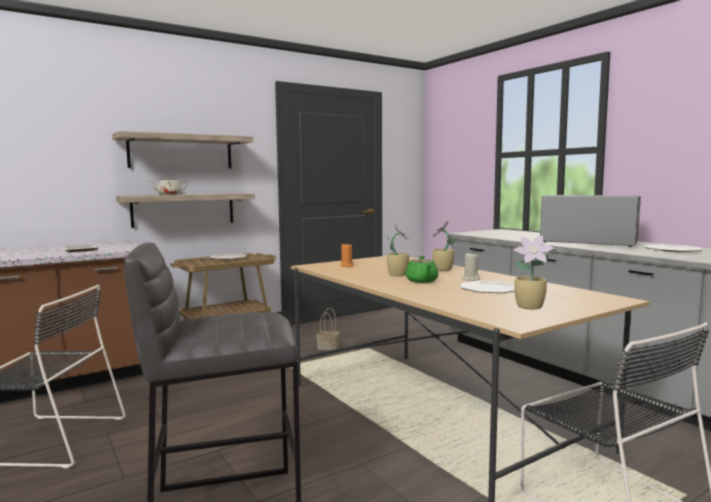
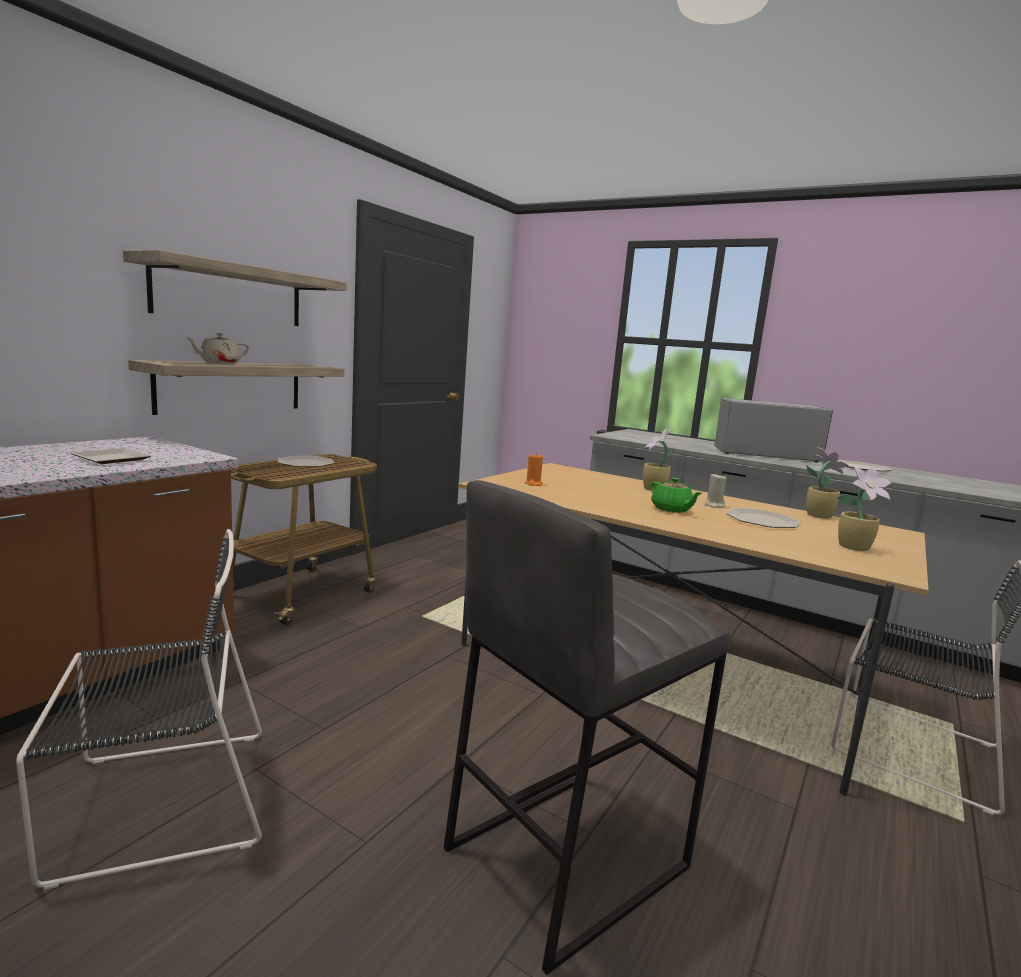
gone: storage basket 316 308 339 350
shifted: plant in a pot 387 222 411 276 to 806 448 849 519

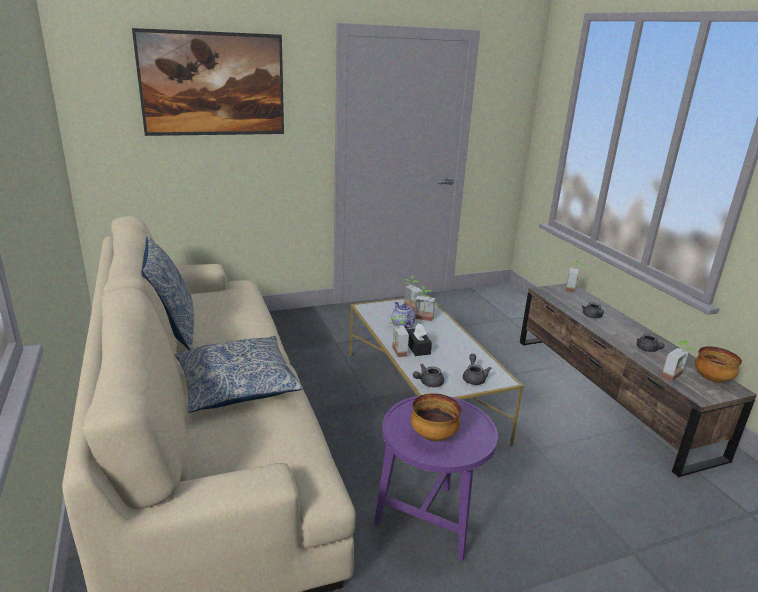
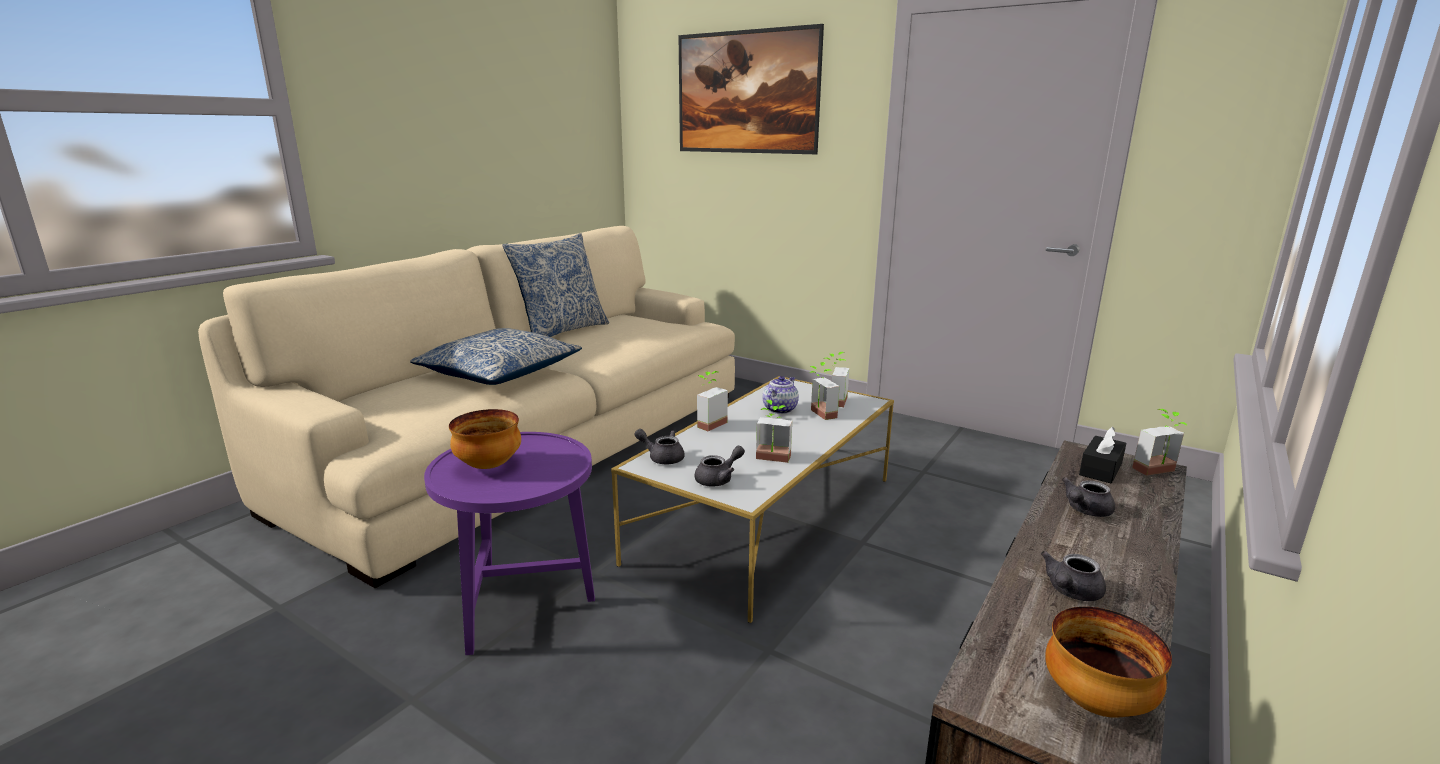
shifted: blackish box of tissues 406 323 432 356 to 1079 427 1126 483; plant in a pot 661 341 696 381 to 756 400 792 463

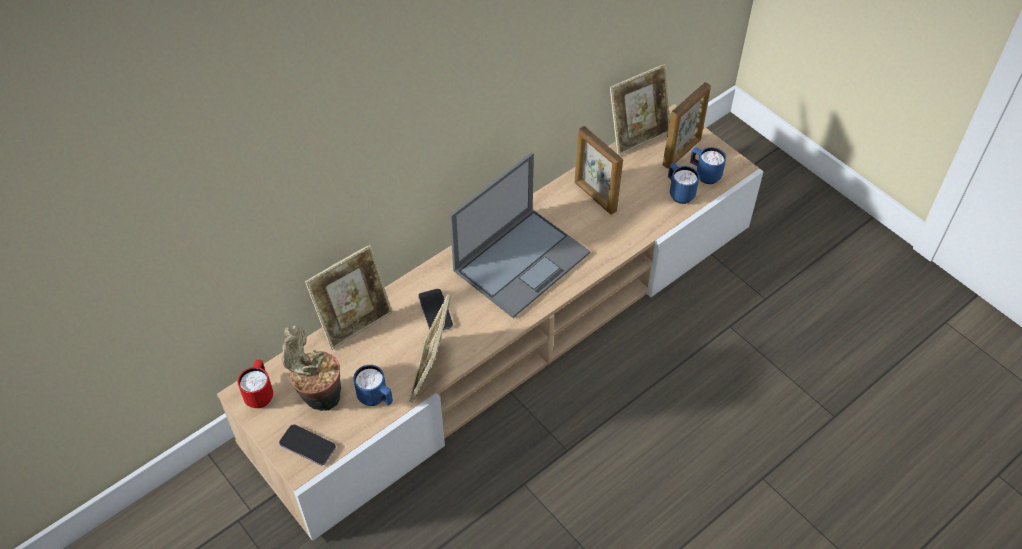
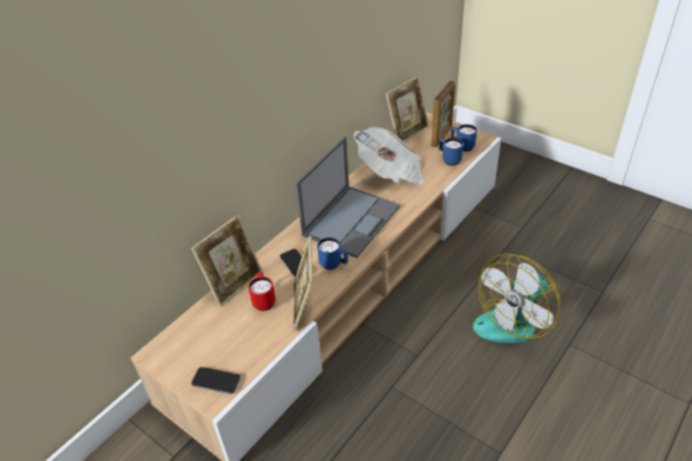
gone: plant in a pot 281 325 341 411
new: electric fan 473 254 560 343
shifted: reddish tea mug 237 360 273 408 to 248 272 276 311; blue-coloured tea mug 353 365 393 406 to 317 237 348 270
swapped: photo frame 575 126 623 215 to newspaper 353 127 424 185

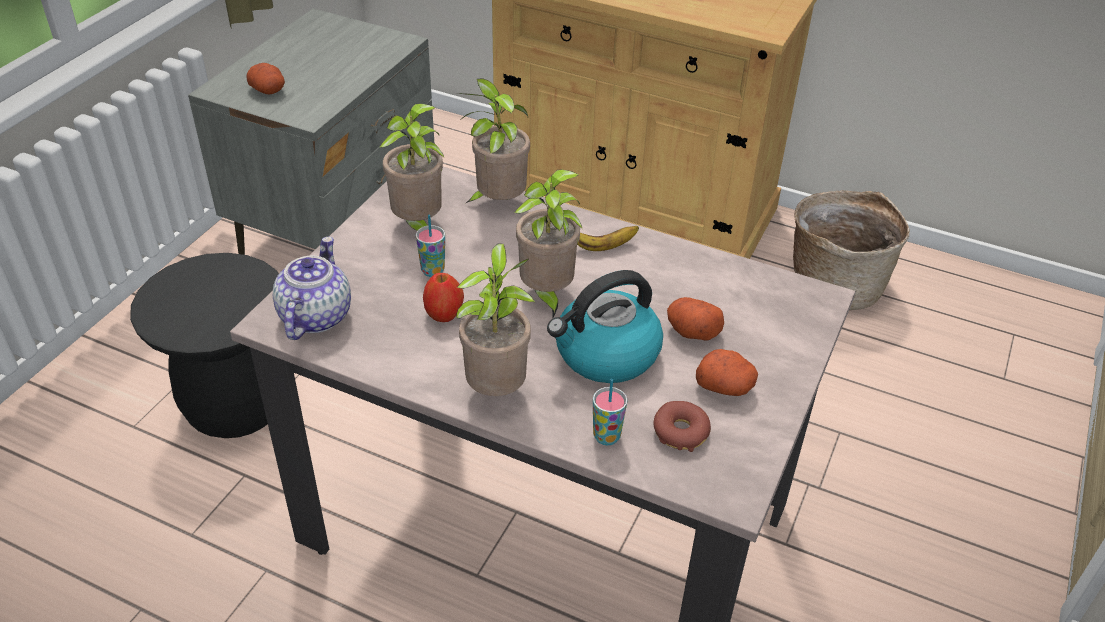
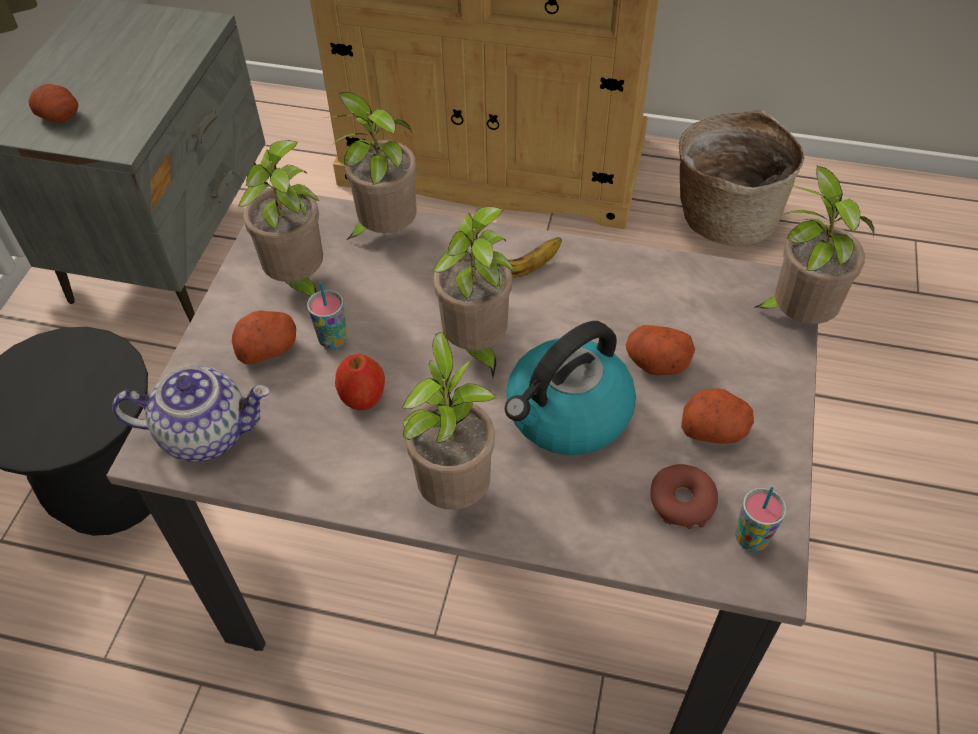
new: whole potato 232 310 296 364; plant in a pot 755 166 874 324
shifted: small cup 593 379 627 445 to 735 487 787 552
rotated: teapot 273 236 351 340 = 112 366 270 462 90 degrees clockwise

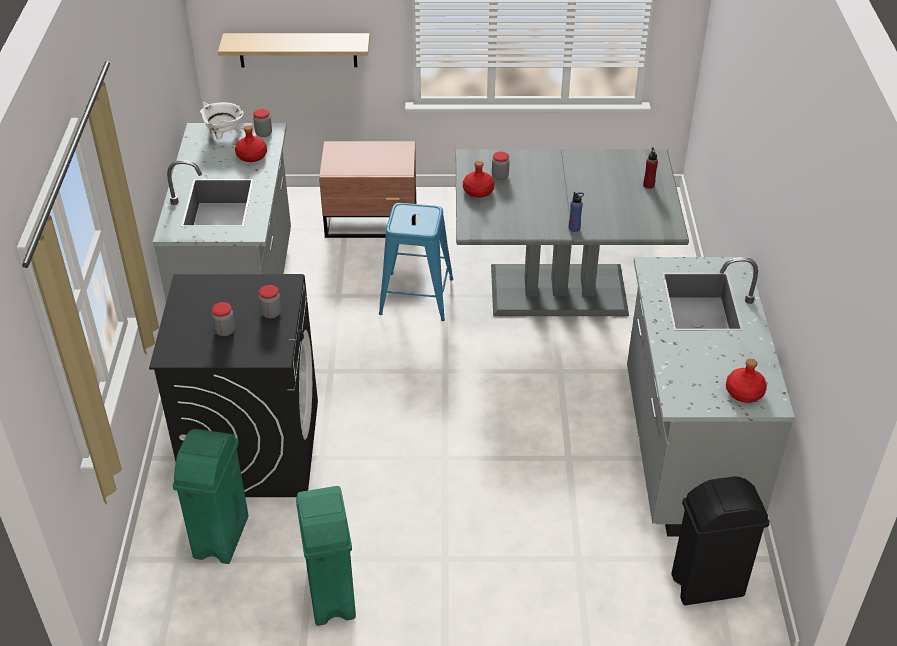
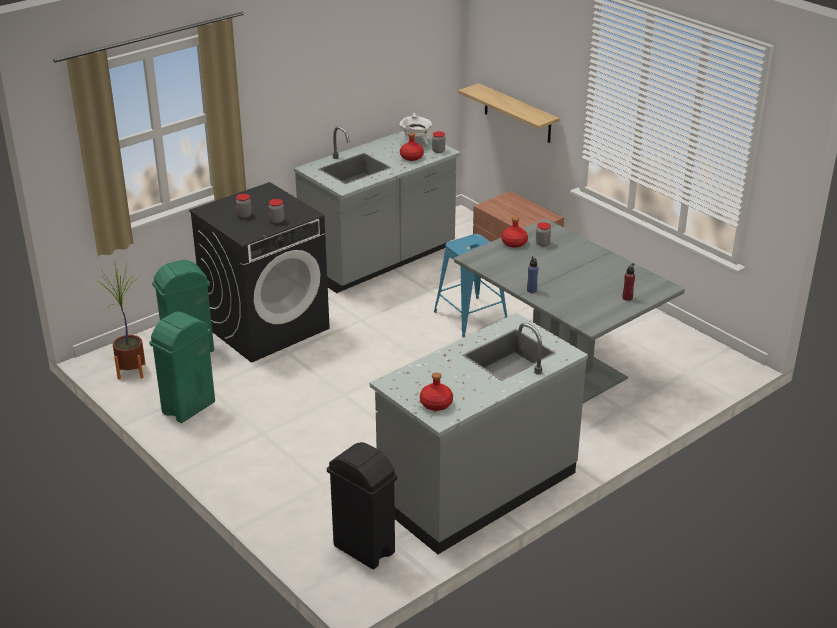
new: plant in a pot 98 260 146 379

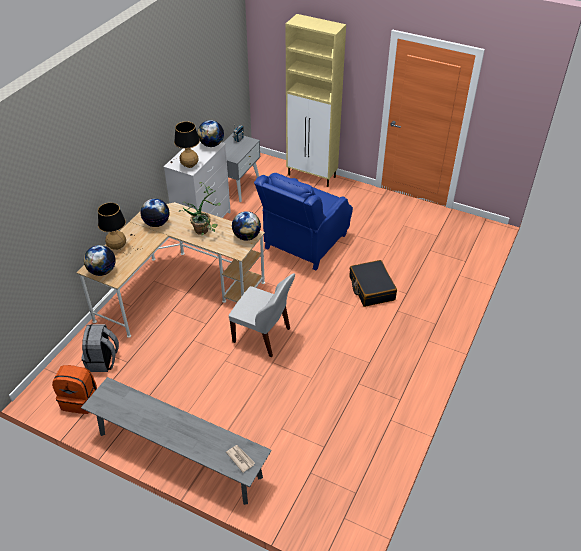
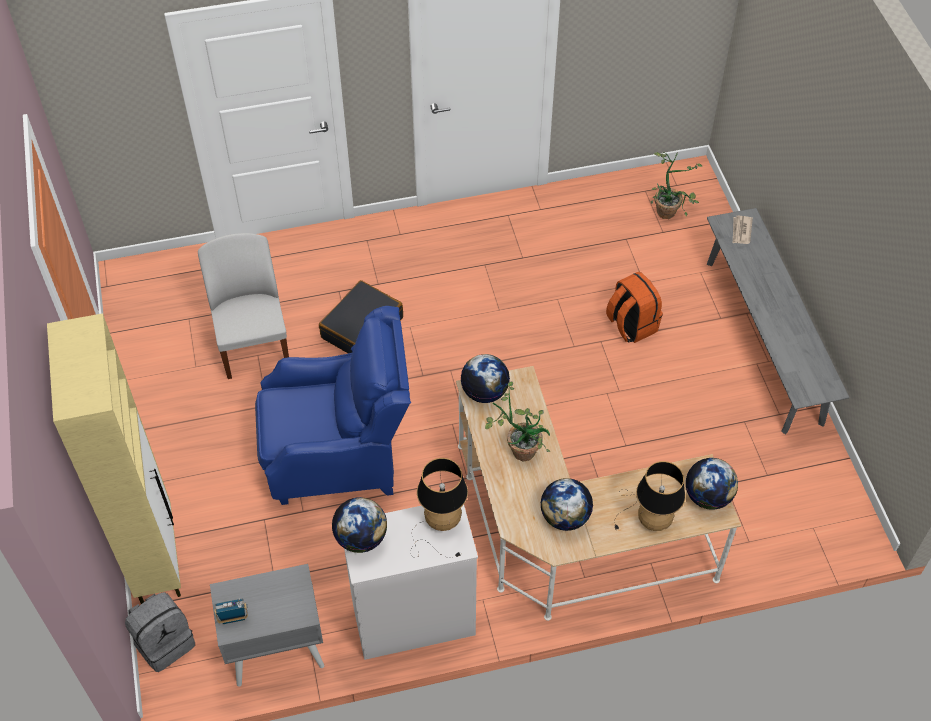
new: plant in a pot 650 152 702 219
shifted: orangey backpack 52 365 97 414 to 606 272 663 343; gray backpack 82 324 119 372 to 125 592 195 672; white upright chair 229 273 295 357 to 198 233 289 379

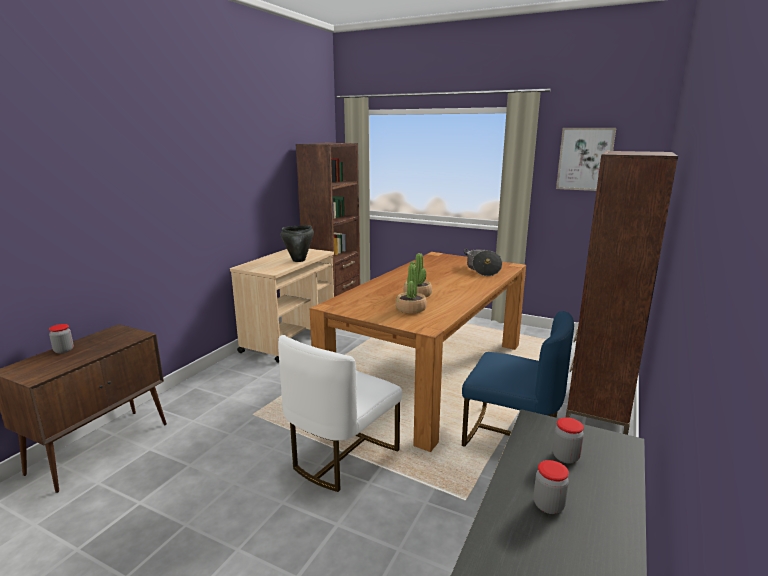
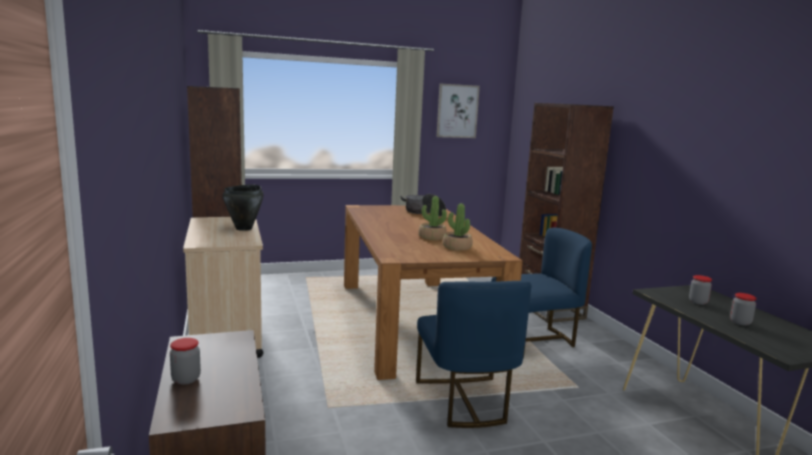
repainted: white upright chair 278 335 402 492 to blue-coloured upright chair 416 281 532 428

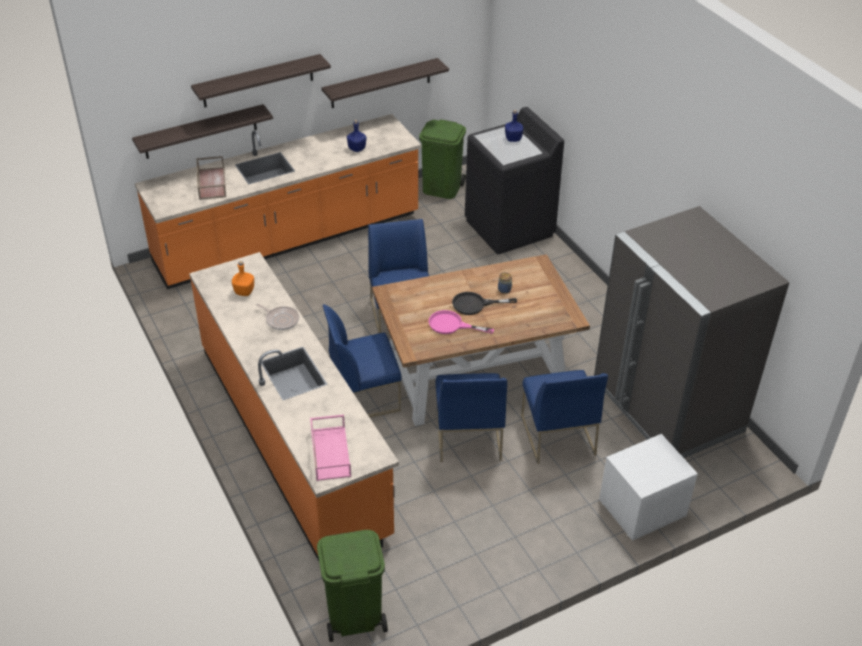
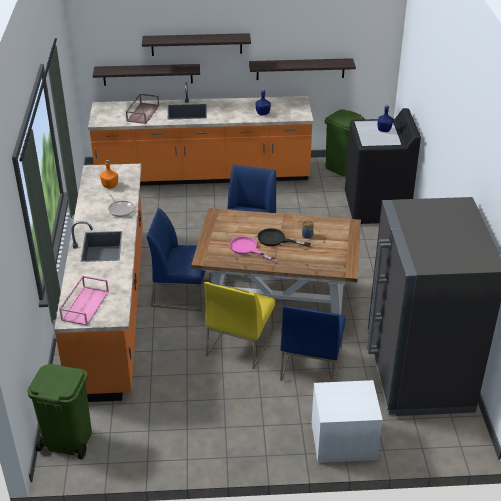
repainted: blue-coloured upright chair 436 373 507 462 to yellow upright chair 204 282 275 369

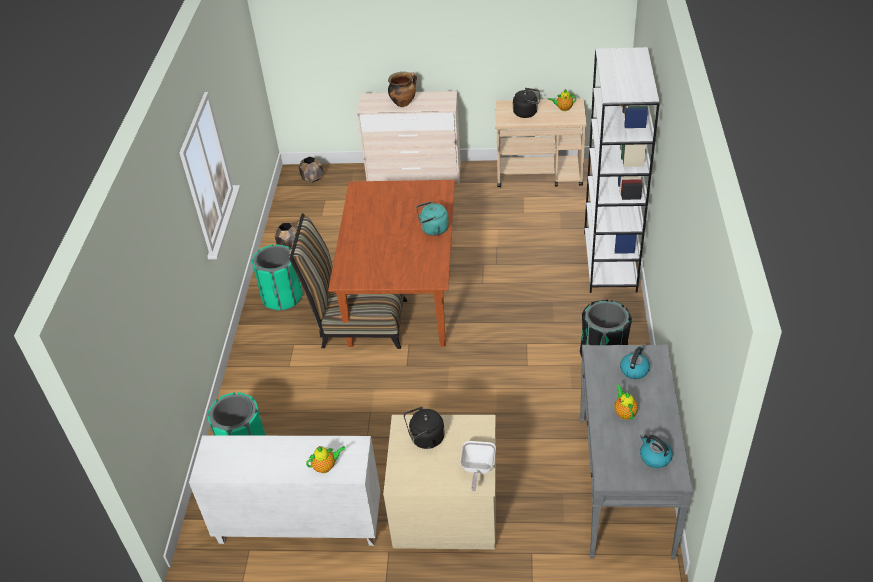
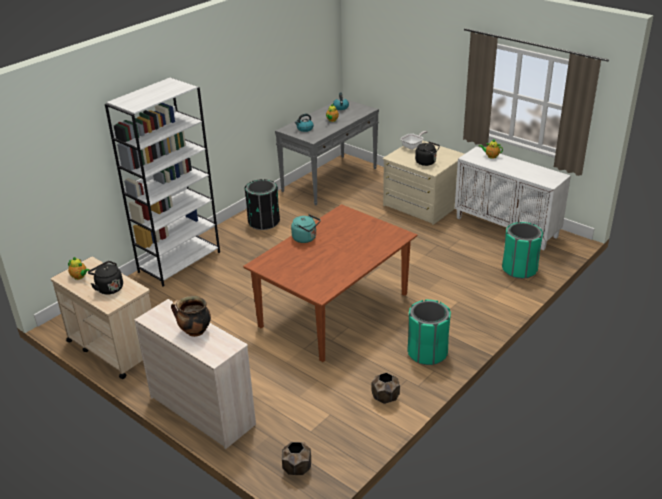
gone: upright chair 289 213 407 349

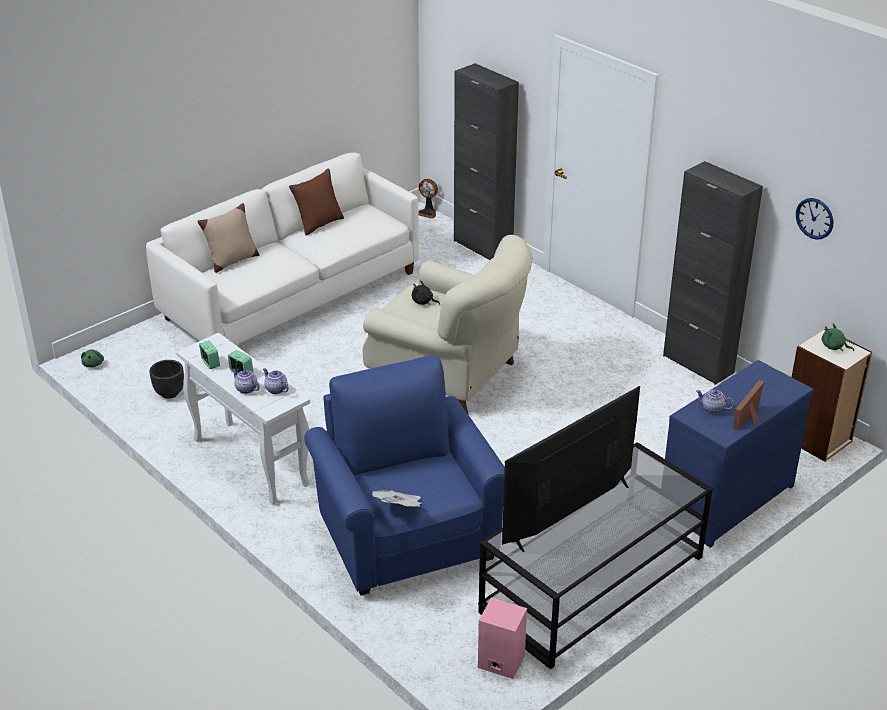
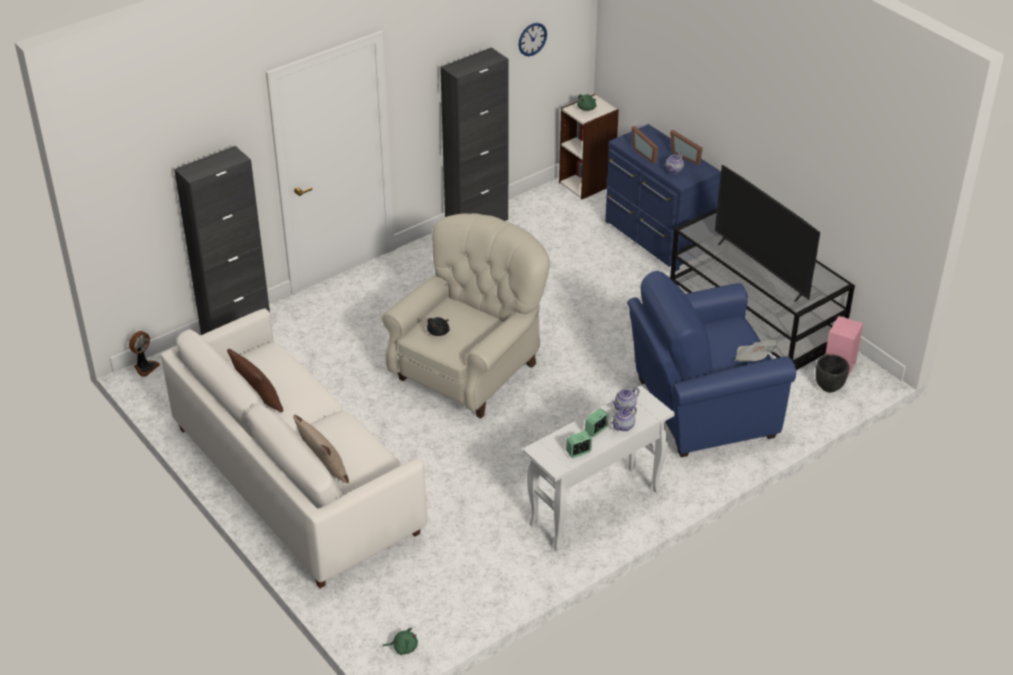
new: photo frame 632 126 658 164
shifted: blackish flower pot 150 360 184 399 to 815 354 849 392

